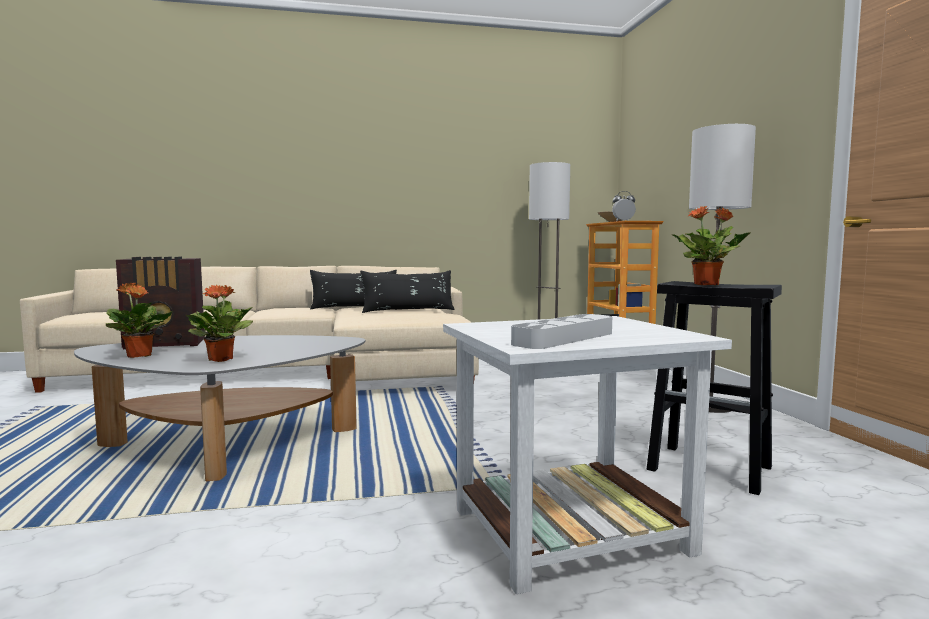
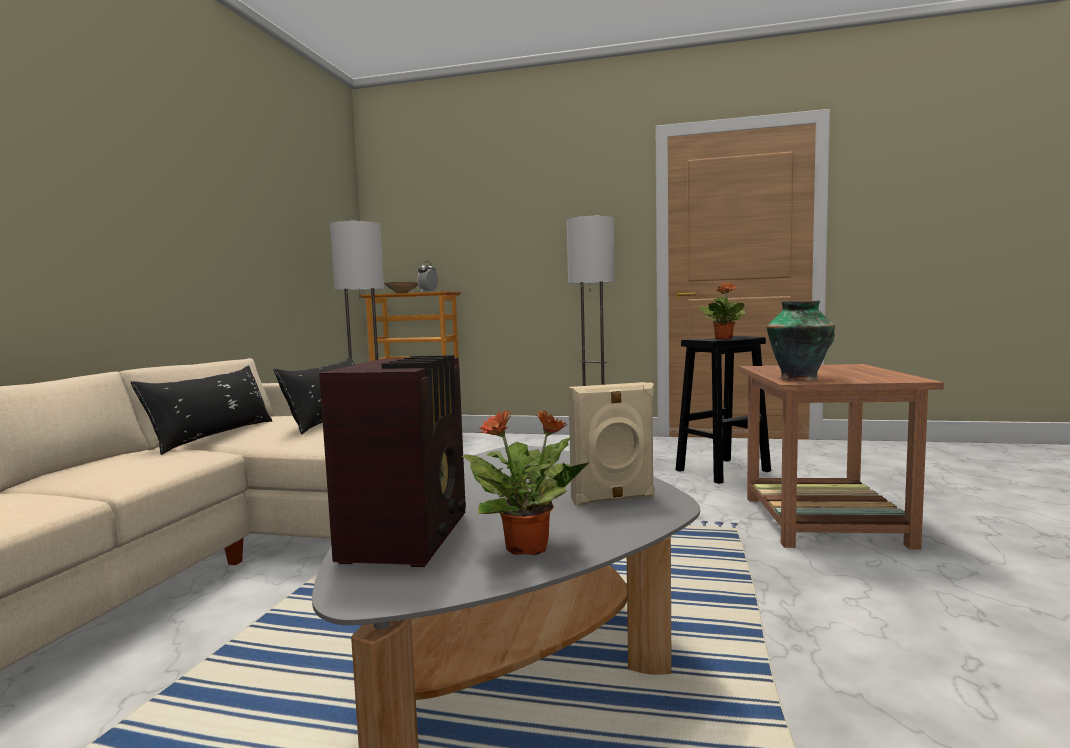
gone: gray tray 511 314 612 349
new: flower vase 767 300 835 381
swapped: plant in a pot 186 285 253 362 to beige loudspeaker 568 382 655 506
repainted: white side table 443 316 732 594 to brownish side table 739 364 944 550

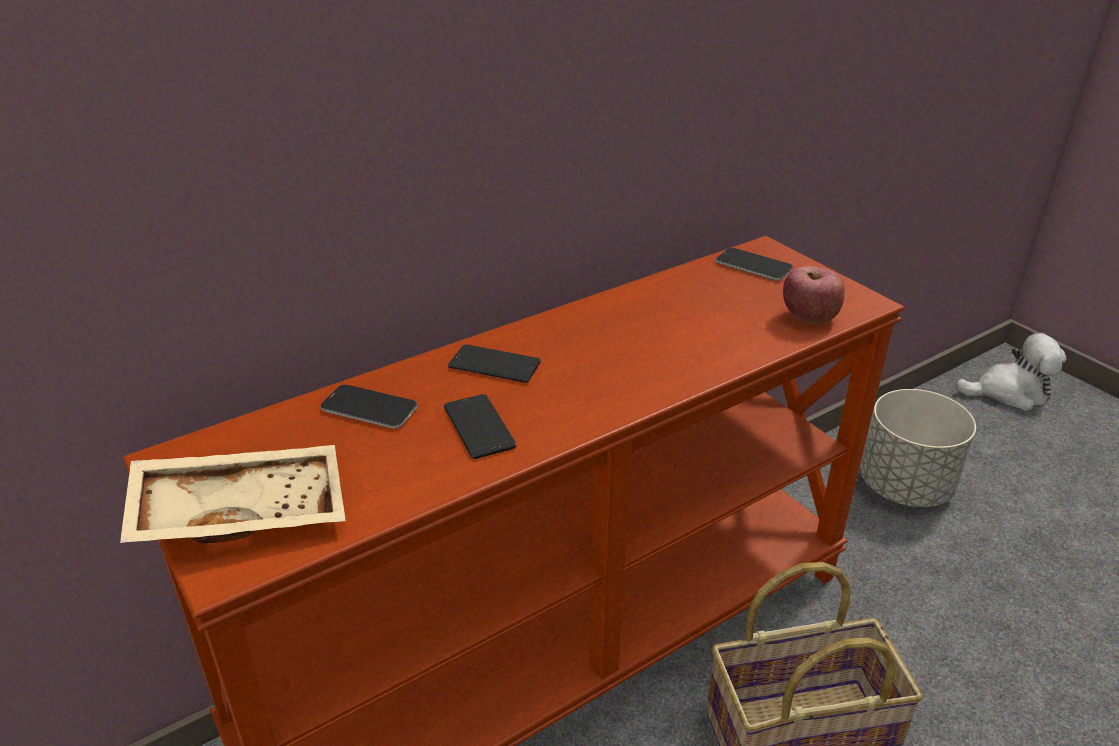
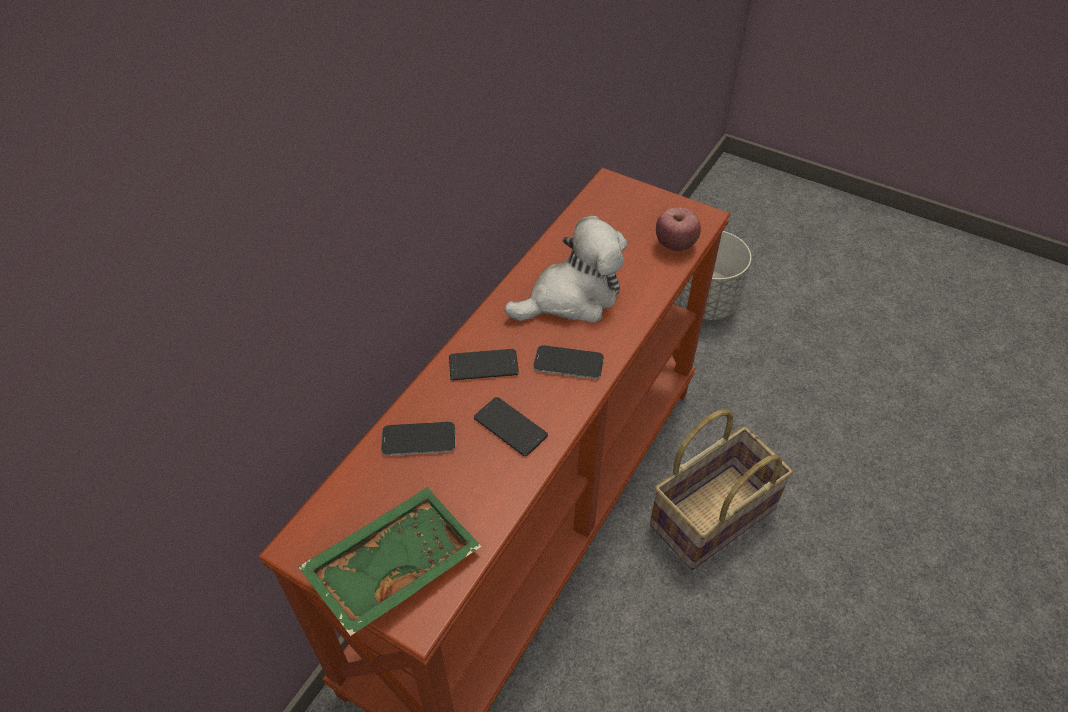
shifted: handset 716 248 793 280 to 533 345 604 379; plush toy 956 333 1066 411 to 504 216 627 323
repainted: beige tray 120 445 346 543 to greenish tray 298 487 482 636

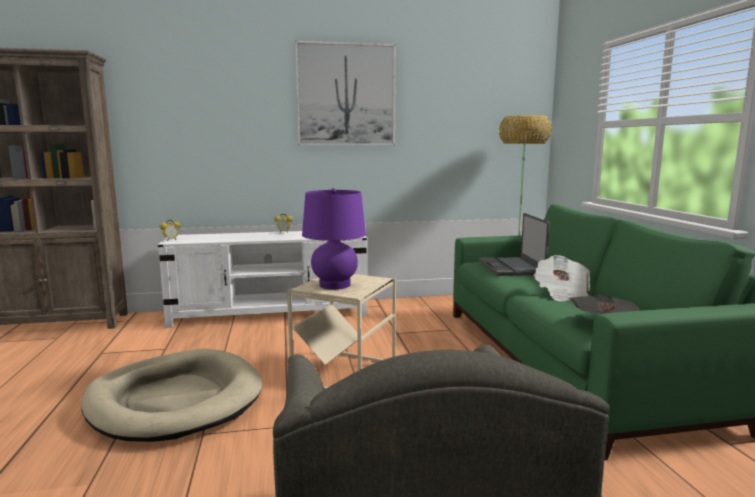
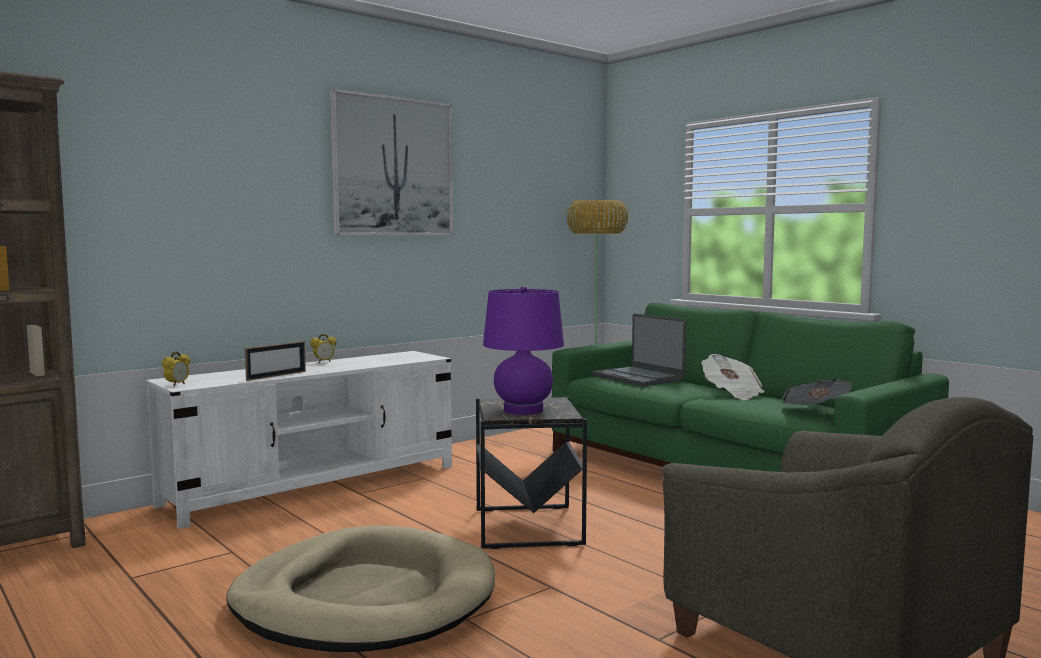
new: photo frame 245 341 306 381
repainted: beige side table 287 274 396 389 to blackish side table 476 397 587 549

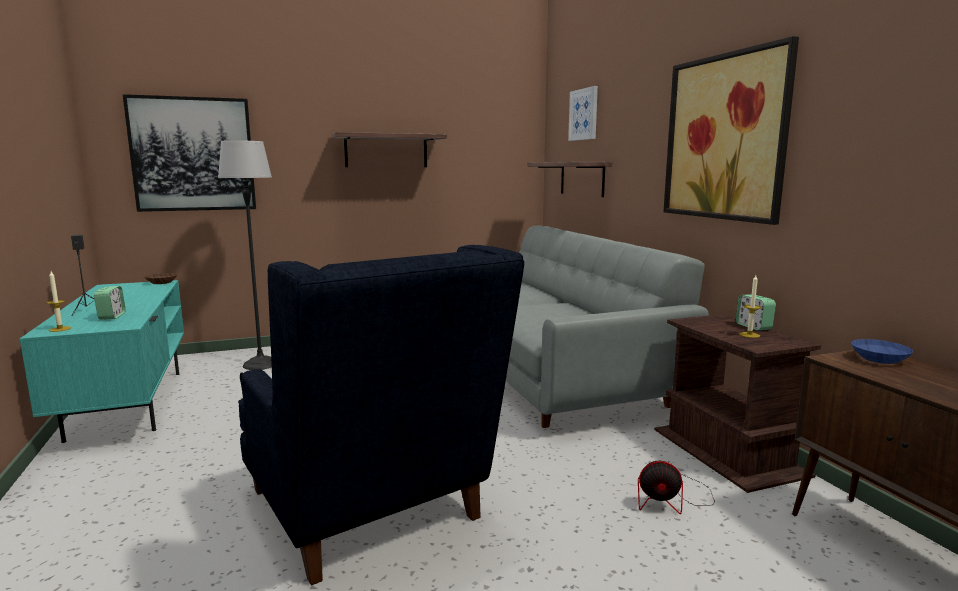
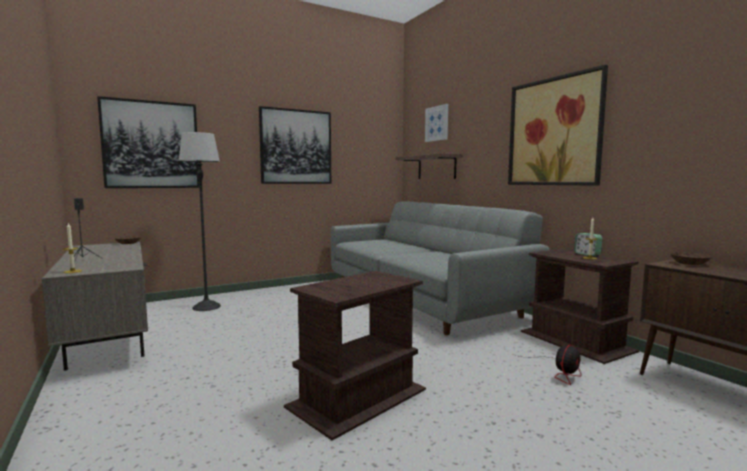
gone: table clock 94 286 126 320
swapped: blue-coloured easy chair 238 245 524 585 to brownish side table 284 271 426 440; shelf 331 132 447 167 to wall art 259 106 331 184
repainted: blue-green tv unit 19 280 184 443 to gray tv unit 42 242 148 371; blue-coloured serving bowl 851 339 913 364 to brownish serving bowl 670 252 712 265
rotated: electric fan 638 461 715 514 = 516 345 582 385 45 degrees counterclockwise

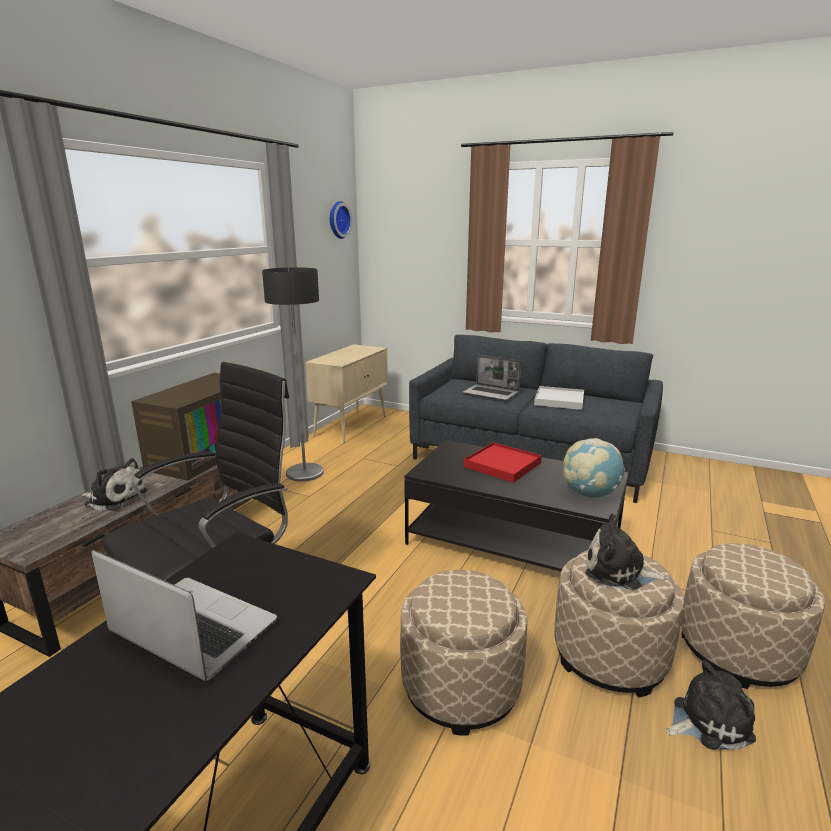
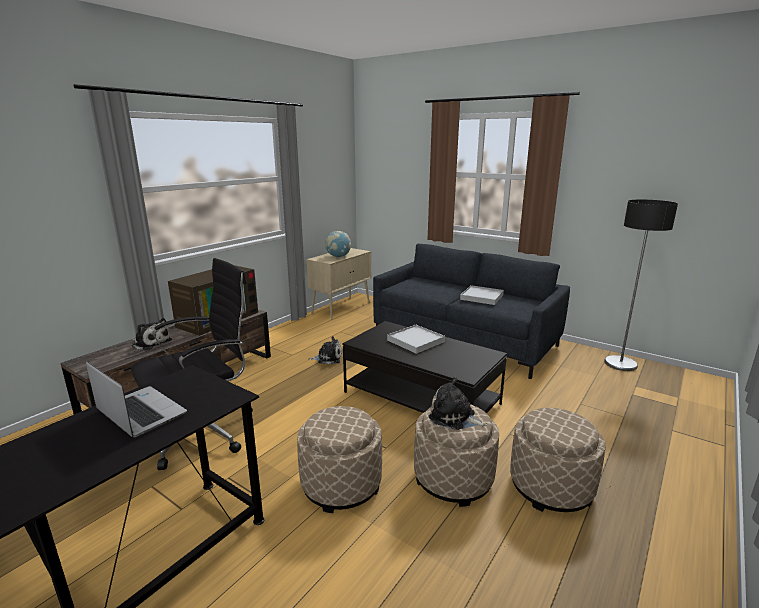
gone: wall clock 330 201 352 239; laptop 463 355 521 401
shifted: floor lamp 262 267 324 482 to 604 200 678 371; world globe 562 438 625 498 to 325 231 351 258; plush toy 666 660 756 750 to 308 336 342 364
repainted: reddish tray 464 442 542 483 to white tray 387 325 445 354

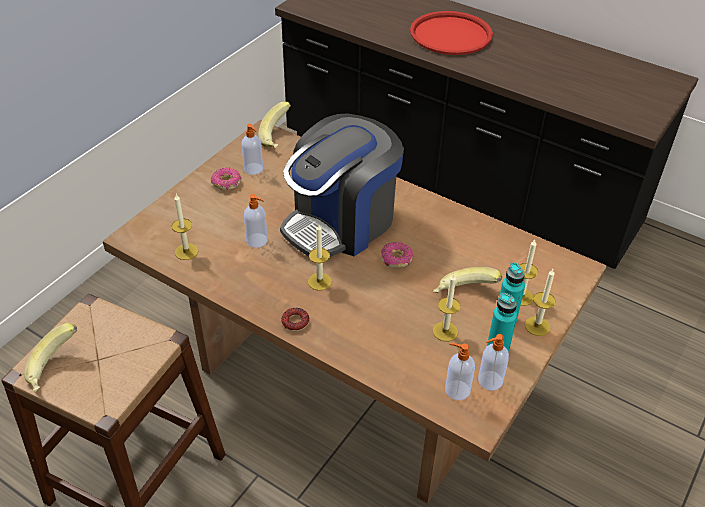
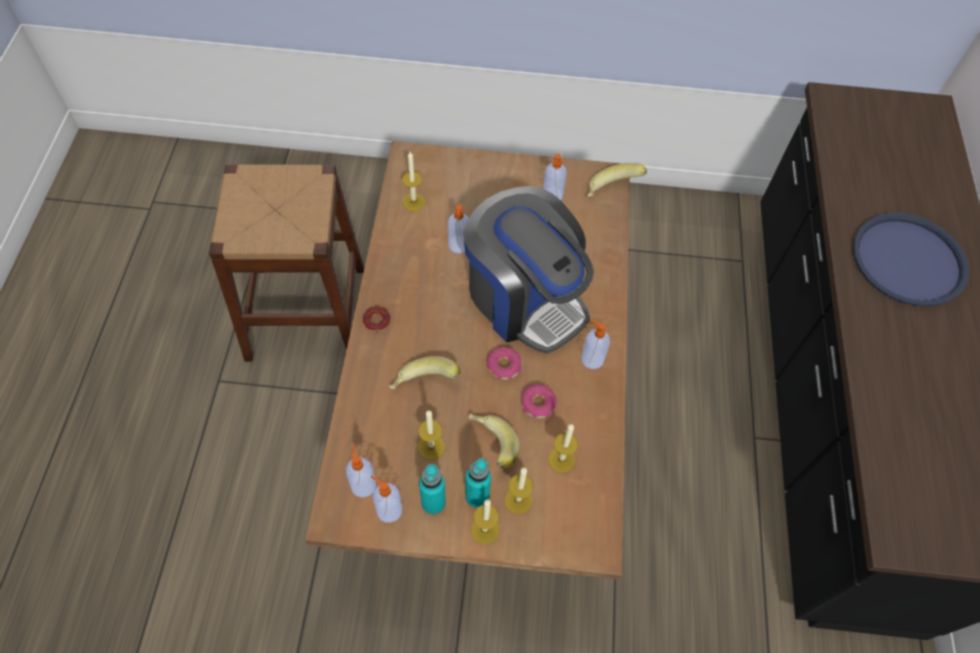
new: soap bottle 581 319 610 369
shifted: banana fruit 24 323 77 392 to 389 356 460 389; donut 211 167 241 190 to 521 384 557 418; wax candle 308 224 332 291 to 548 424 578 473
repainted: reddish tray 410 11 493 55 to blue-coloured tray 853 213 969 306
rotated: coffee maker 280 113 404 257 = 463 186 594 354 150 degrees counterclockwise

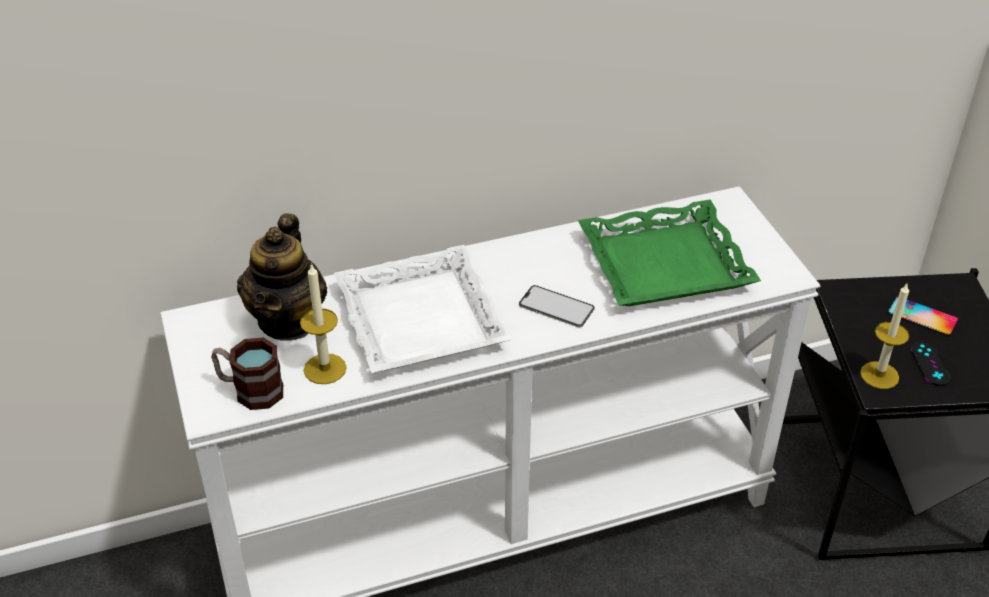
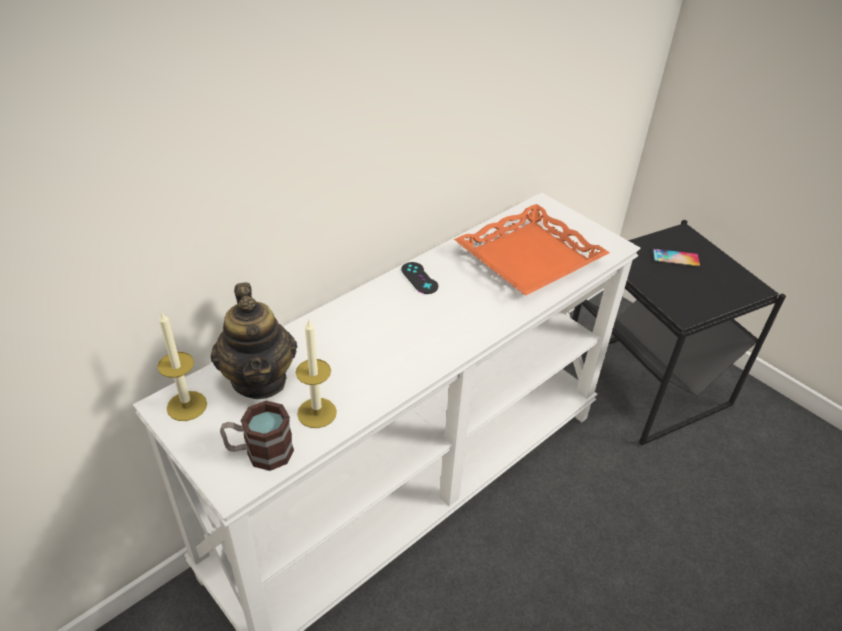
gone: white tray 334 245 512 373; handset 519 285 595 327
shifted: wax candle 860 282 909 389 to 158 311 207 421; blackish joypad 911 341 951 386 to 401 262 438 294
repainted: greenish tray 578 199 761 306 to orangey tray 454 204 610 296

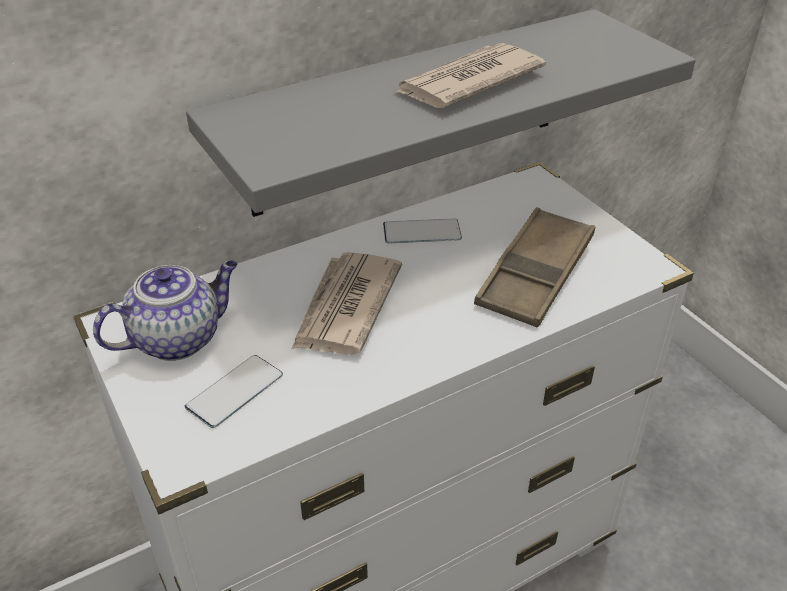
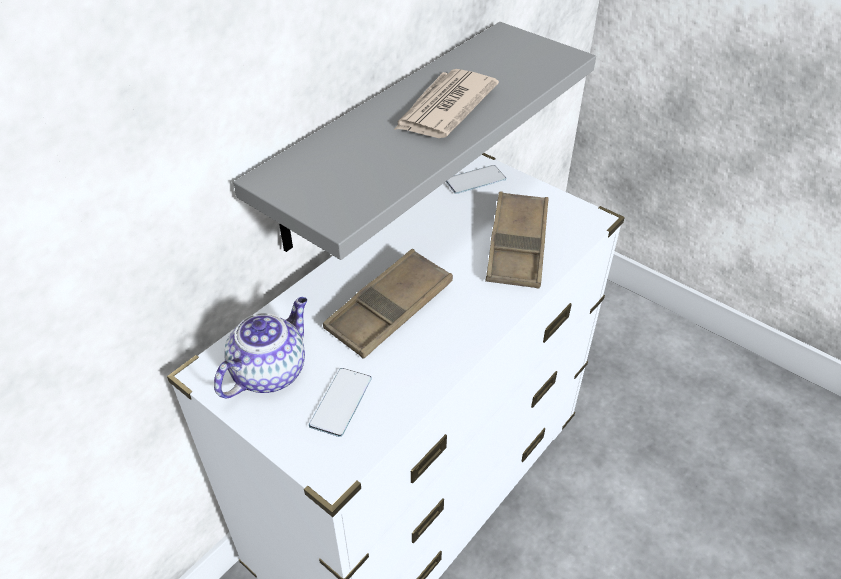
shifted: handset 383 218 462 243 to 446 165 506 194
swapped: newspaper 292 252 402 355 to brownish tray 323 249 453 359

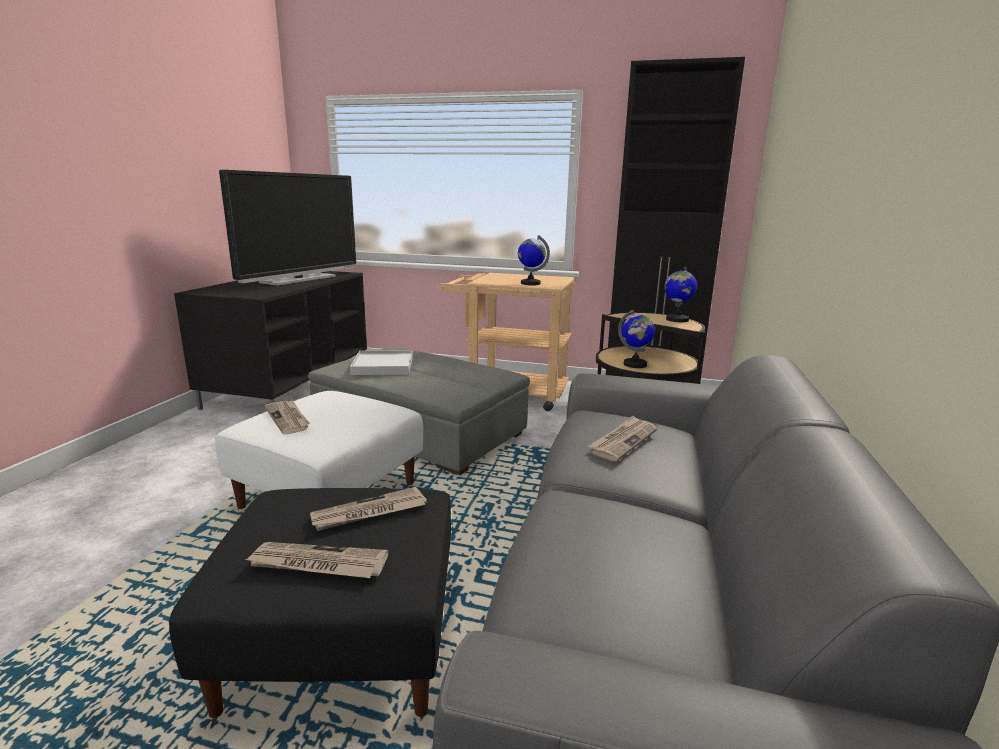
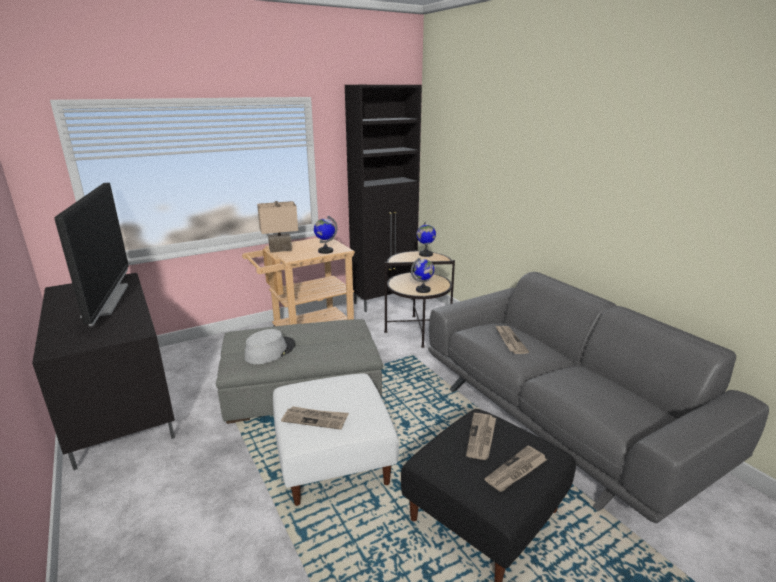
new: beige tabletop lamp 257 201 298 253
swapped: white tray 350 351 413 375 to gray hat 245 329 295 364

